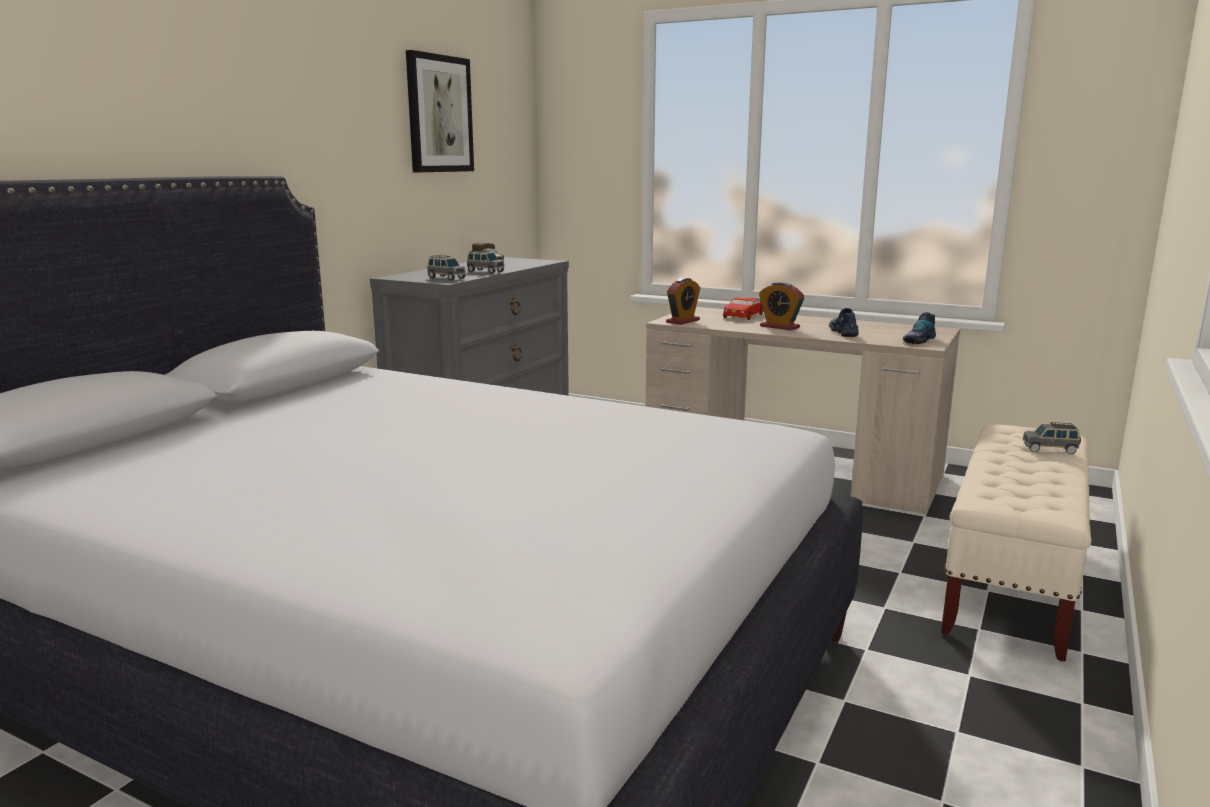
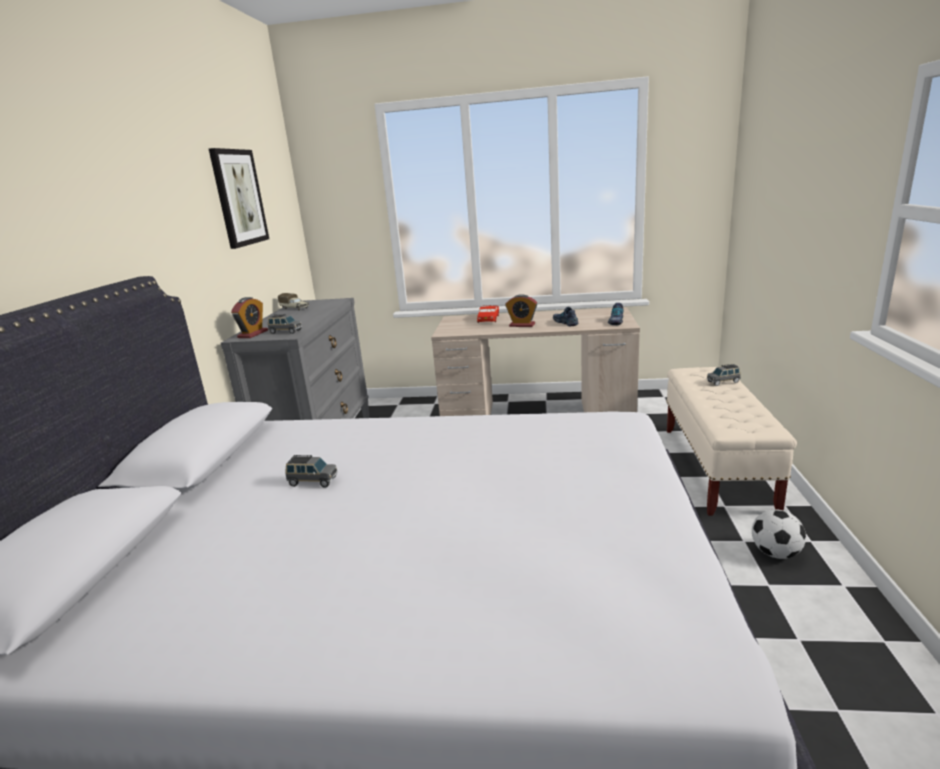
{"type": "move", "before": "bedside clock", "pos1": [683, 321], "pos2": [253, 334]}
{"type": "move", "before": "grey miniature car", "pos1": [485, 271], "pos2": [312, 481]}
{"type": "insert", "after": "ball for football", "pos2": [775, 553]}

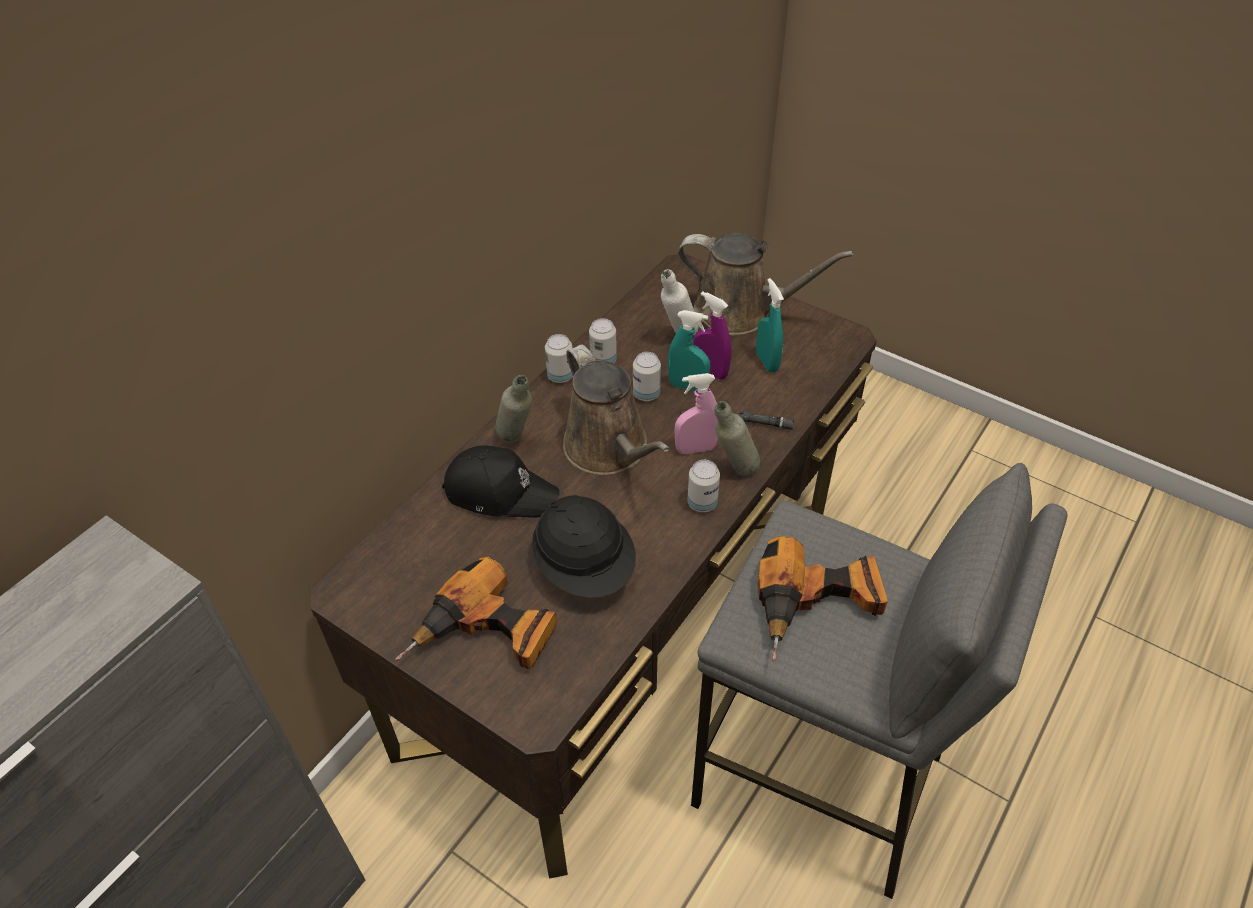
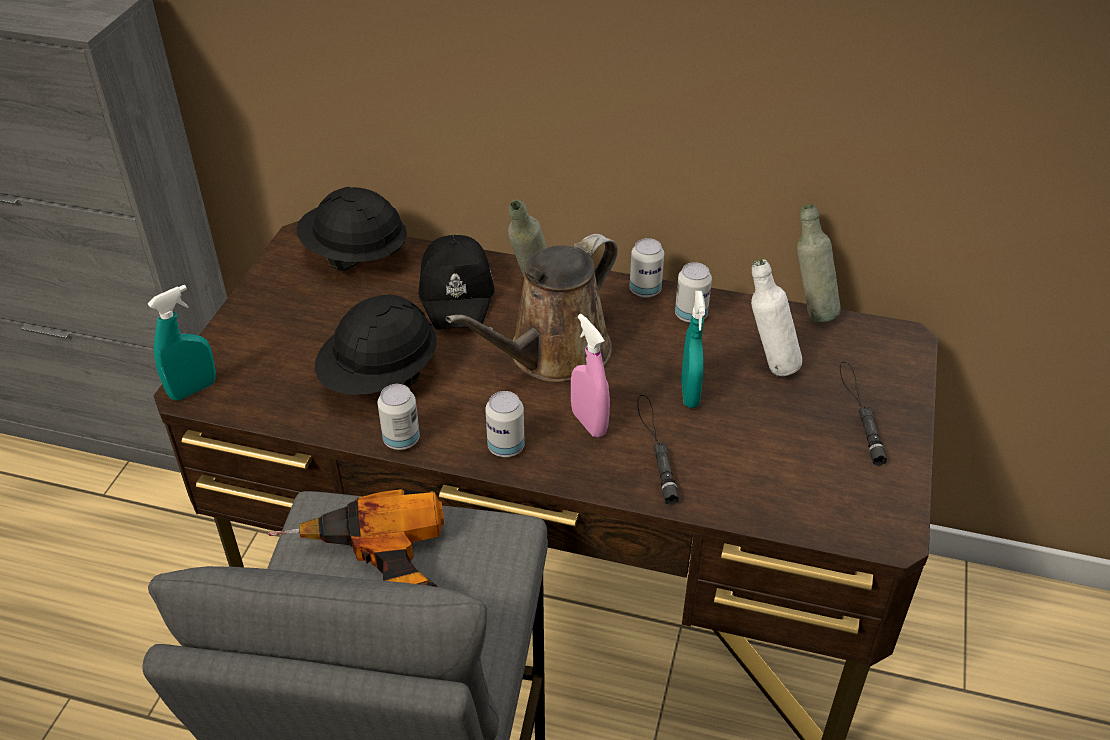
{"type": "move", "before": "turquoise hand sprayer", "pos1": [767, 362], "pos2": [193, 390]}
{"type": "insert", "after": "blackish work helmet", "pos2": [354, 256]}
{"type": "move", "before": "can", "pos1": [646, 394], "pos2": [401, 440]}
{"type": "move", "before": "grey drink bottle", "pos1": [733, 473], "pos2": [810, 312]}
{"type": "replace", "before": "brownish watering pot", "after": "blackish flashlight", "pos1": [740, 312], "pos2": [860, 412]}
{"type": "delete", "before": "power drill", "pos1": [487, 636]}
{"type": "delete", "before": "purplish hand sprayer", "pos1": [710, 371]}

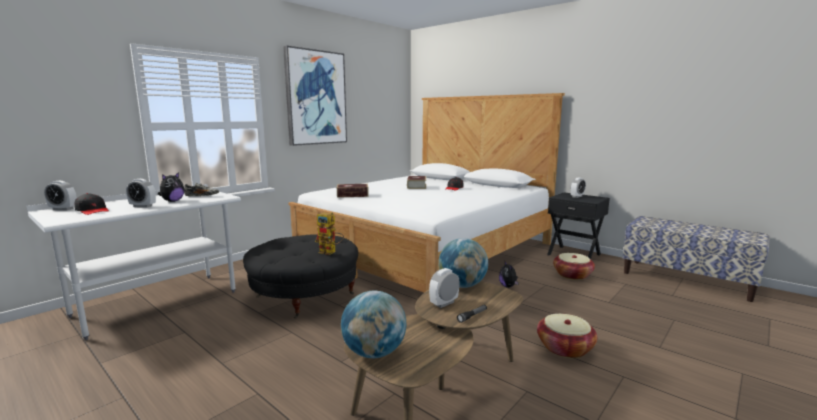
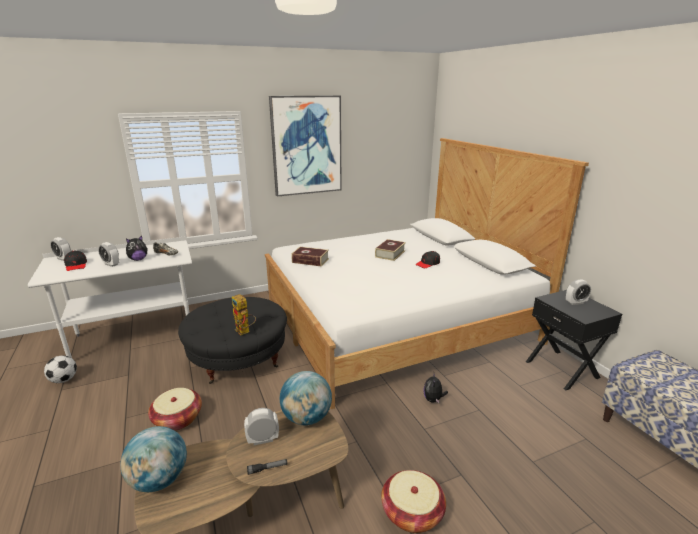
{"type": "insert", "after": "ball for football", "pos2": [64, 380]}
{"type": "move", "before": "storage basket", "pos1": [572, 275], "pos2": [178, 419]}

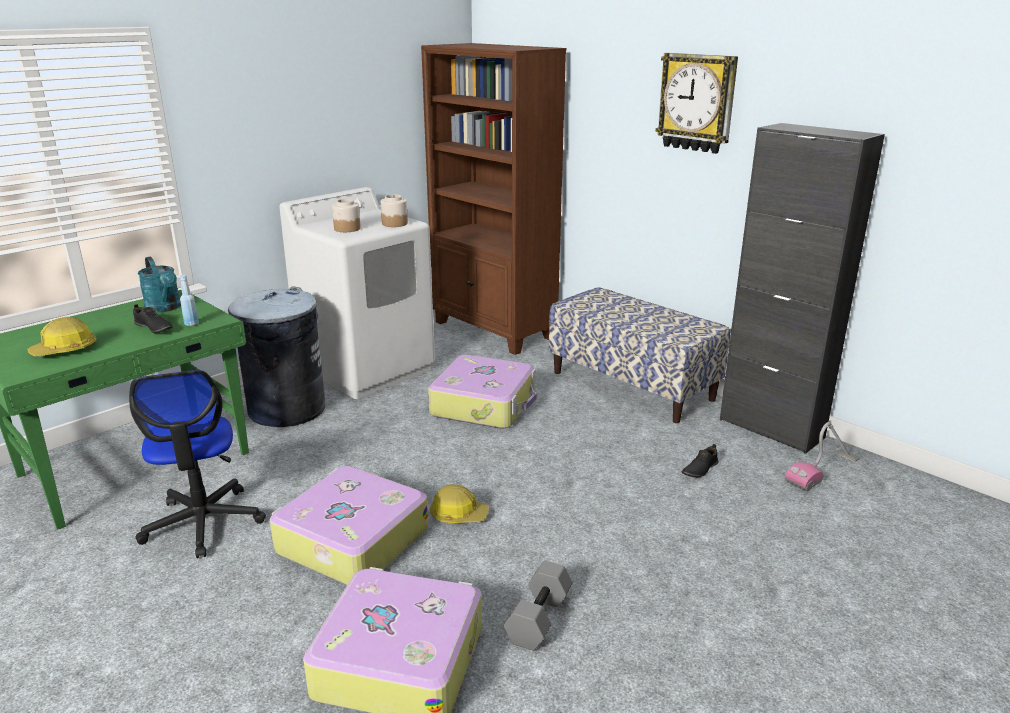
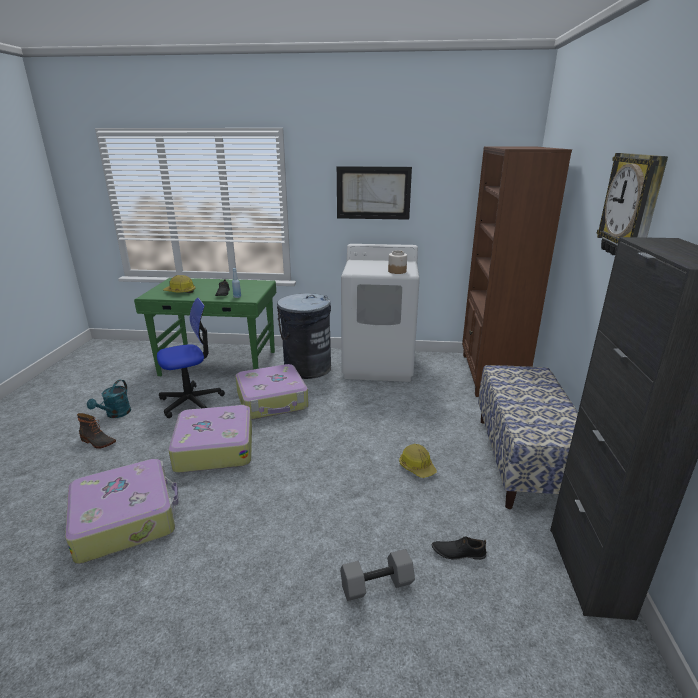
{"type": "insert", "after": "tall boot", "pos2": [97, 442]}
{"type": "move", "before": "turquoise watering pot", "pos1": [165, 308], "pos2": [115, 414]}
{"type": "rotate", "before": "office chair", "pos1": [203, 522], "pos2": [191, 402], "turn": -150}
{"type": "move", "before": "travel case", "pos1": [484, 404], "pos2": [272, 401]}
{"type": "insert", "after": "picture", "pos2": [373, 193]}
{"type": "move", "before": "grey hand weight", "pos1": [539, 619], "pos2": [376, 586]}
{"type": "move", "before": "work helmet", "pos1": [458, 514], "pos2": [417, 467]}
{"type": "delete", "before": "jar", "pos1": [347, 229]}
{"type": "delete", "before": "vacuum", "pos1": [823, 471]}

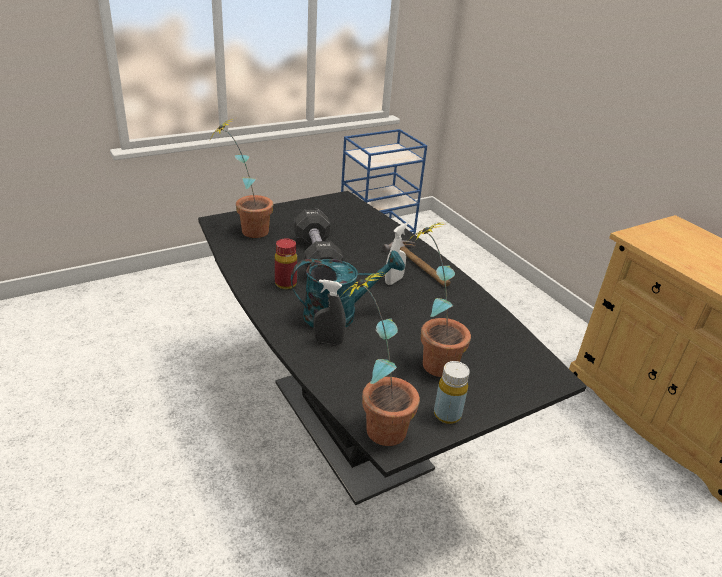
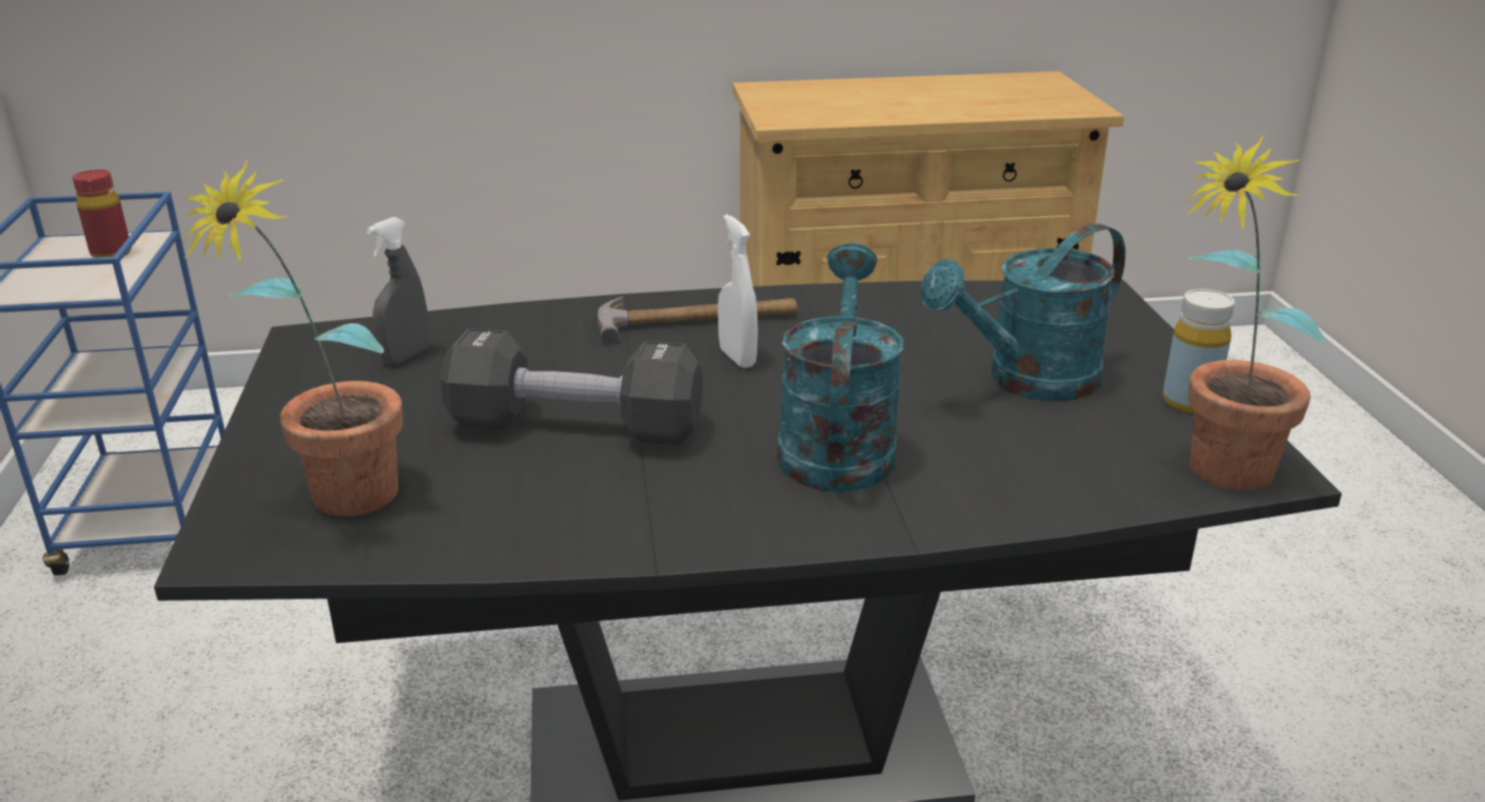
{"type": "move", "before": "red drink bottle", "pos1": [285, 284], "pos2": [111, 254]}
{"type": "move", "before": "grey hand sprayer", "pos1": [328, 341], "pos2": [406, 356]}
{"type": "replace", "before": "houseplant", "after": "turquoise watering pot", "pos1": [430, 360], "pos2": [1028, 382]}

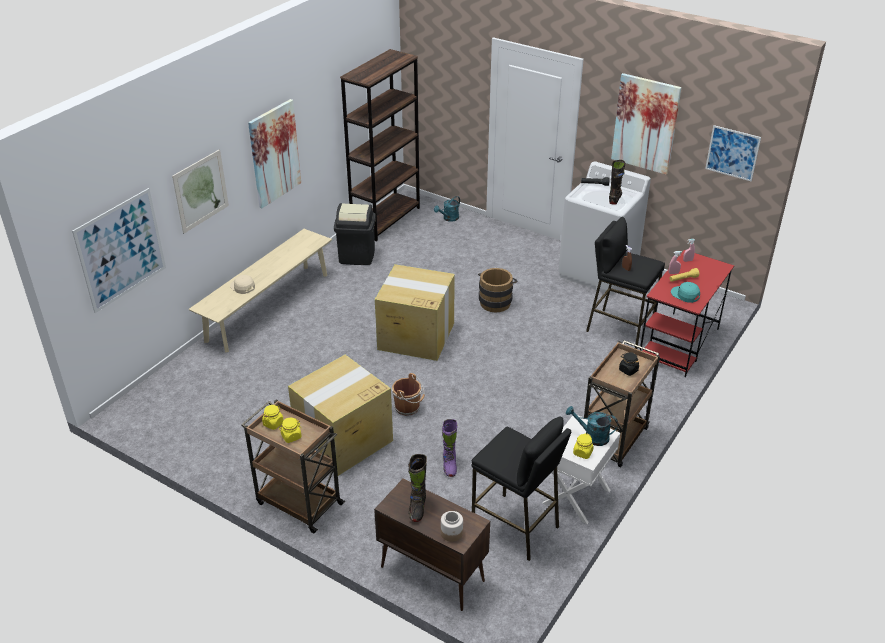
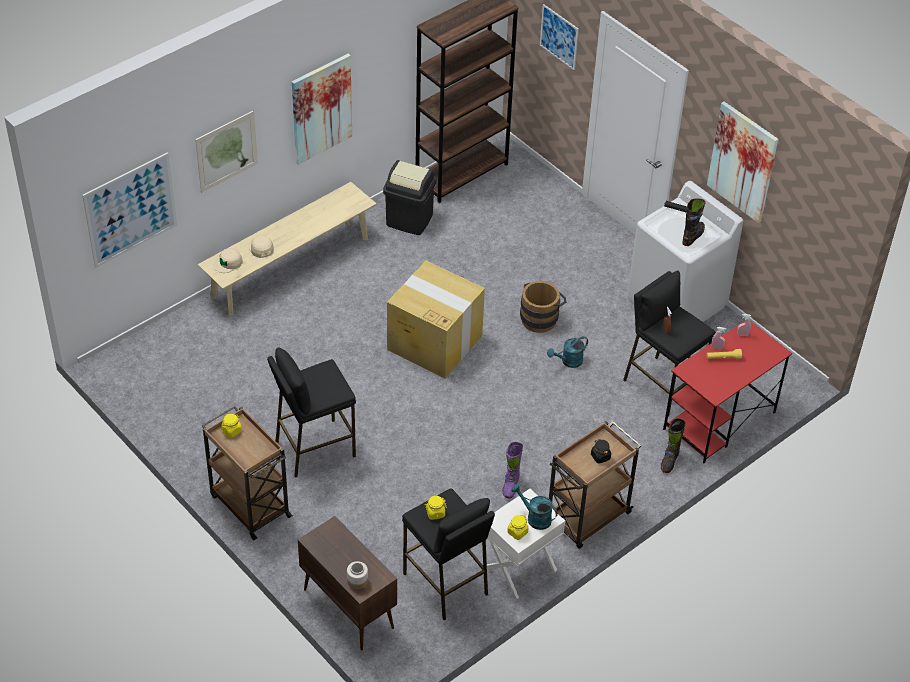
{"type": "insert", "after": "beige peaked cap", "pos2": [228, 263]}
{"type": "replace", "before": "cardboard box", "after": "blackish stool seat", "pos1": [342, 440], "pos2": [314, 448]}
{"type": "move", "before": "yellowish jar", "pos1": [291, 436], "pos2": [435, 513]}
{"type": "move", "before": "purplish tall boot", "pos1": [449, 465], "pos2": [510, 485]}
{"type": "move", "before": "picture", "pos1": [732, 153], "pos2": [559, 36]}
{"type": "move", "before": "turquoise watering pot", "pos1": [449, 218], "pos2": [568, 362]}
{"type": "move", "before": "blackish tall boot", "pos1": [417, 507], "pos2": [669, 461]}
{"type": "delete", "before": "brownish bucket", "pos1": [408, 407]}
{"type": "delete", "before": "turquoise peaked cap", "pos1": [685, 295]}

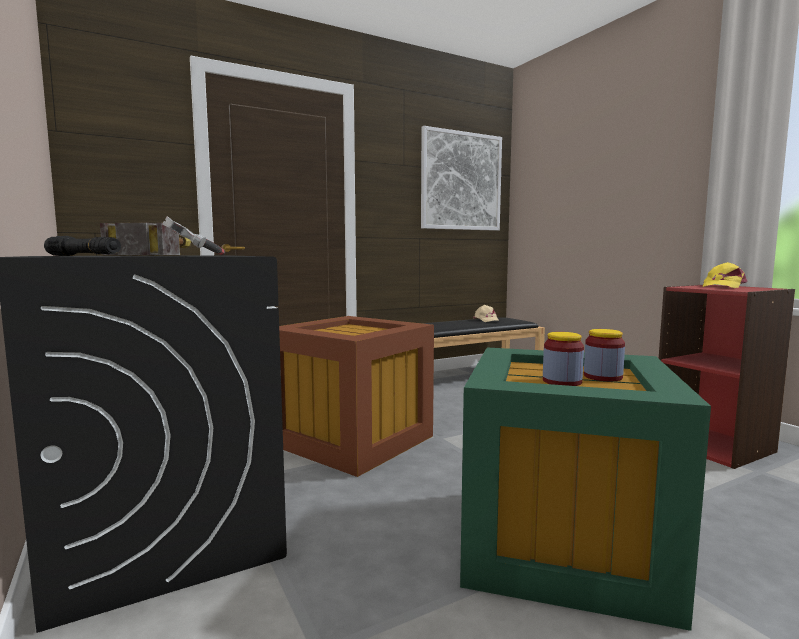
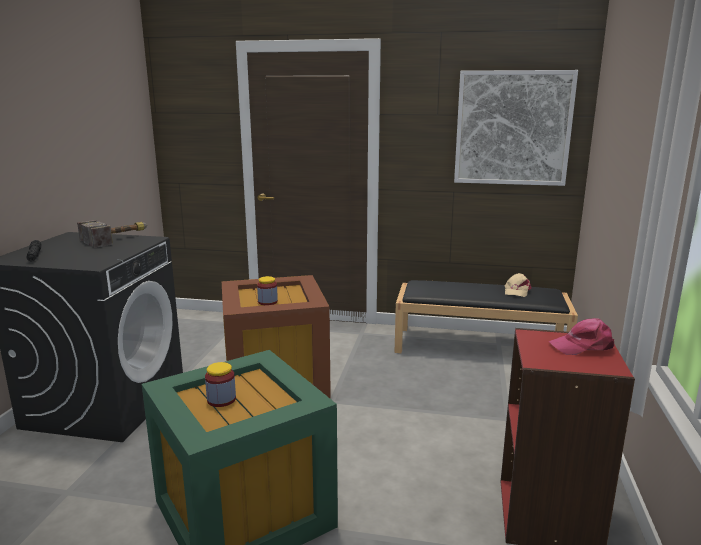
{"type": "move", "before": "jar", "pos1": [602, 377], "pos2": [267, 302]}
{"type": "recolor", "before": "yellowish peaked cap", "after": "pink peaked cap", "pos1": [722, 286], "pos2": [583, 346]}
{"type": "delete", "before": "hammer", "pos1": [200, 255]}

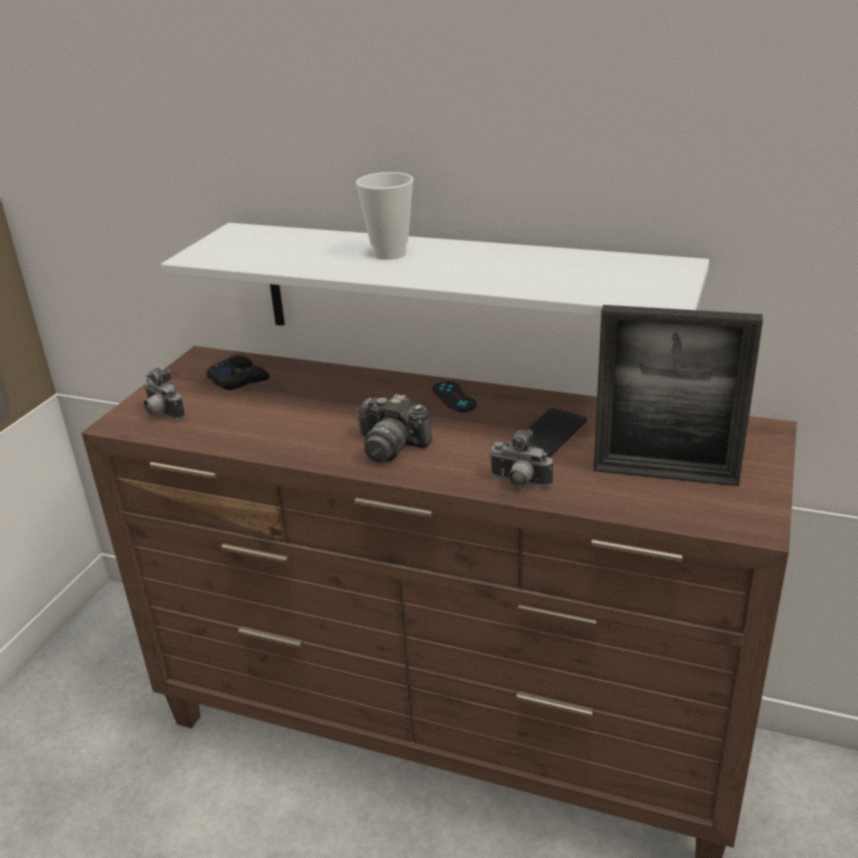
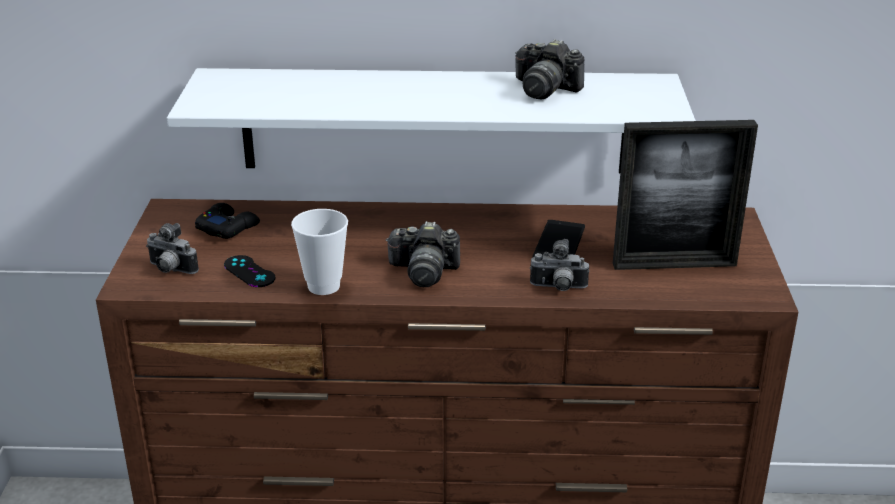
{"type": "move", "before": "blackish game controller", "pos1": [454, 397], "pos2": [249, 272]}
{"type": "move", "before": "cup", "pos1": [390, 254], "pos2": [323, 286]}
{"type": "insert", "after": "photo camera", "pos2": [545, 89]}

